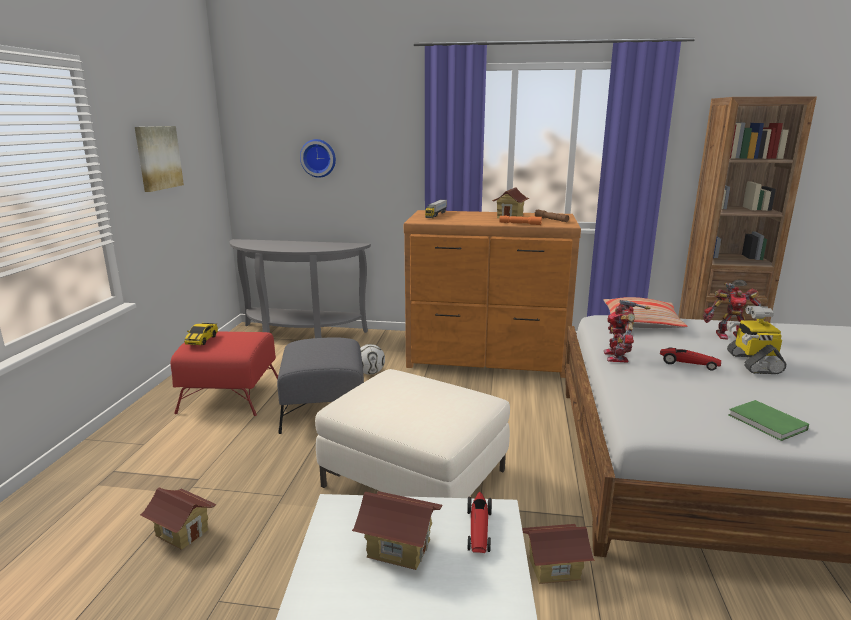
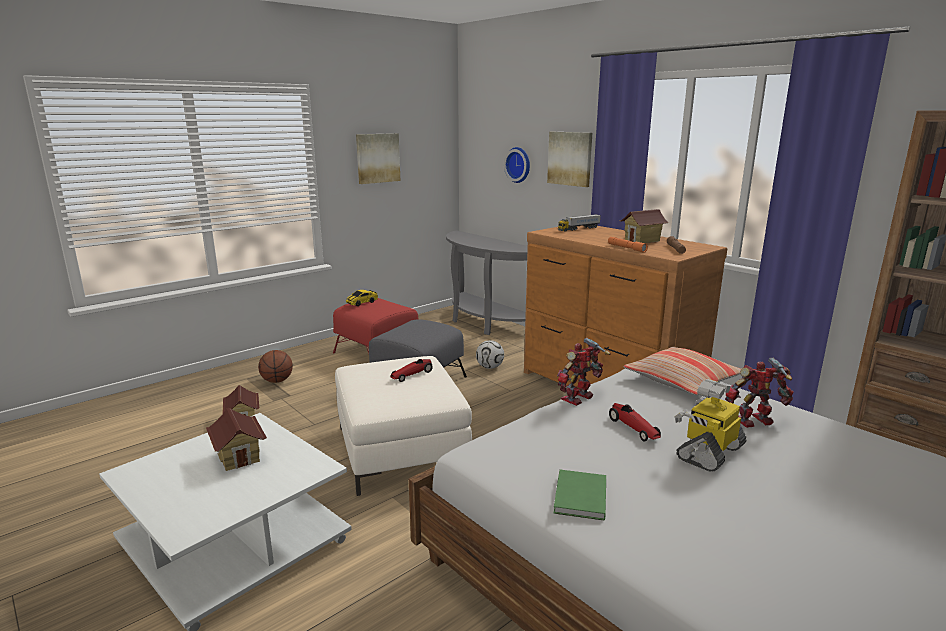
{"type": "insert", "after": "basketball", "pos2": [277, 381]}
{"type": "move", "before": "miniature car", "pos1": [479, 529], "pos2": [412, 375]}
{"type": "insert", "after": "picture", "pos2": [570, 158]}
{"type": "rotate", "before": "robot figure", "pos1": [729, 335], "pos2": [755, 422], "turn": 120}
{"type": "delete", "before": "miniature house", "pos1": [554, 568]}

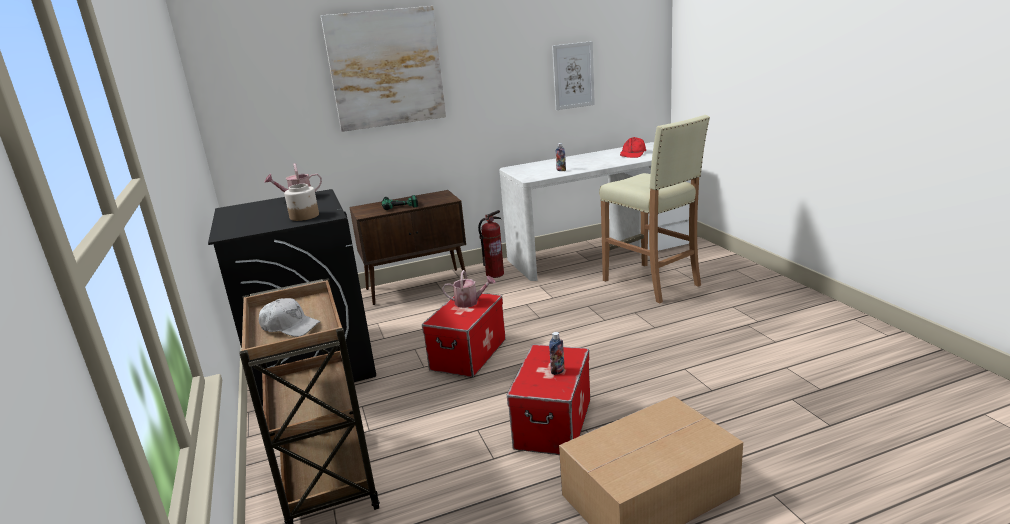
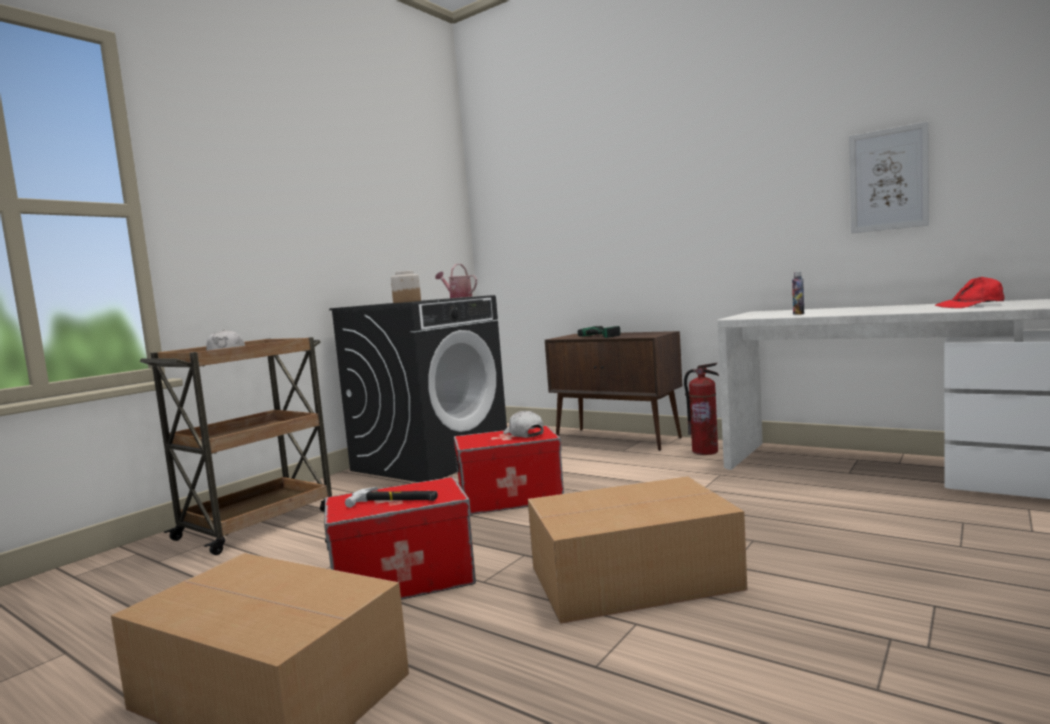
{"type": "replace", "before": "drink bottle", "after": "hammer", "pos1": [557, 371], "pos2": [394, 501]}
{"type": "replace", "before": "watering pot", "after": "whitish peaked cap", "pos1": [470, 302], "pos2": [523, 434]}
{"type": "insert", "after": "cardboard box", "pos2": [636, 578]}
{"type": "delete", "before": "picture", "pos1": [386, 68]}
{"type": "delete", "before": "beige stool seat", "pos1": [651, 283]}

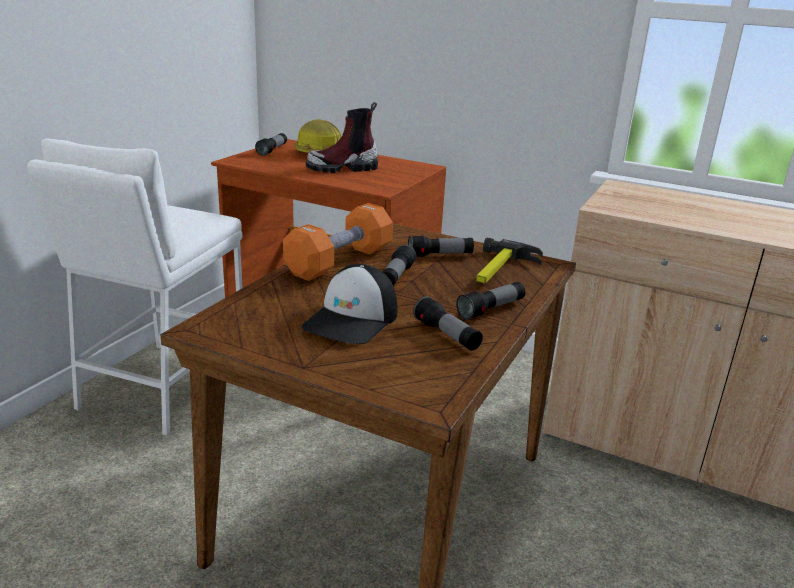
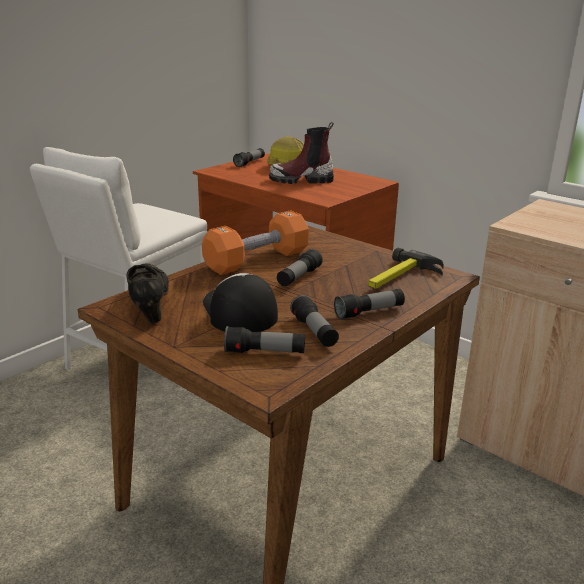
{"type": "insert", "after": "blackish item of footwear", "pos2": [149, 306]}
{"type": "rotate", "before": "peaked cap", "pos1": [352, 320], "pos2": [238, 311], "turn": 120}
{"type": "move", "before": "flashlight", "pos1": [440, 255], "pos2": [265, 352]}

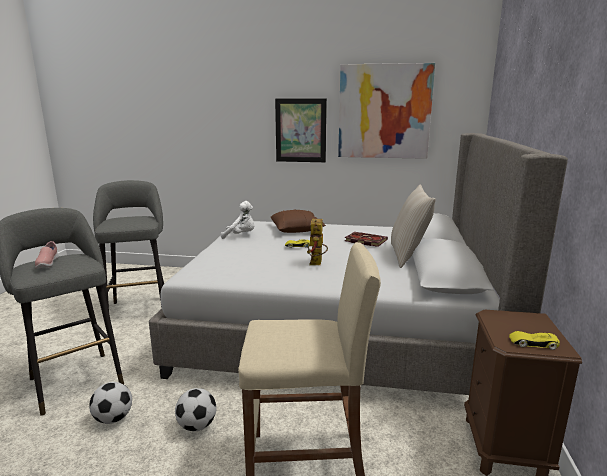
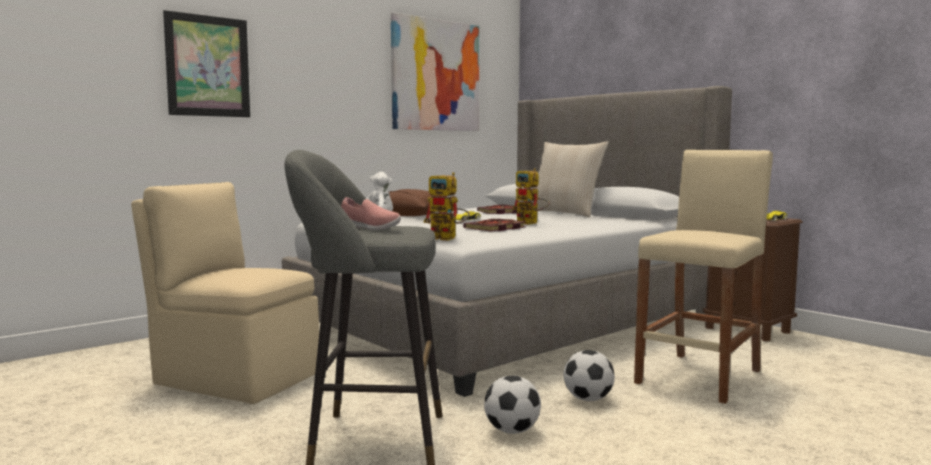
{"type": "replace", "before": "grey stool seat", "after": "beige chair", "pos1": [139, 308], "pos2": [235, 378]}
{"type": "move", "before": "picture", "pos1": [300, 130], "pos2": [208, 66]}
{"type": "insert", "after": "robot figure", "pos2": [448, 238]}
{"type": "insert", "after": "book", "pos2": [495, 228]}

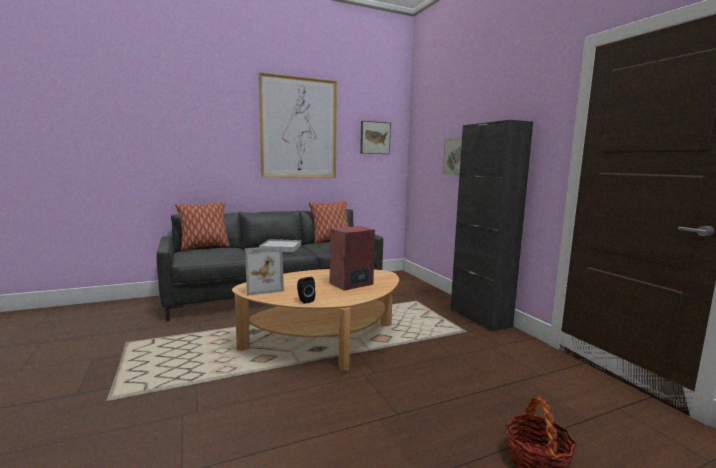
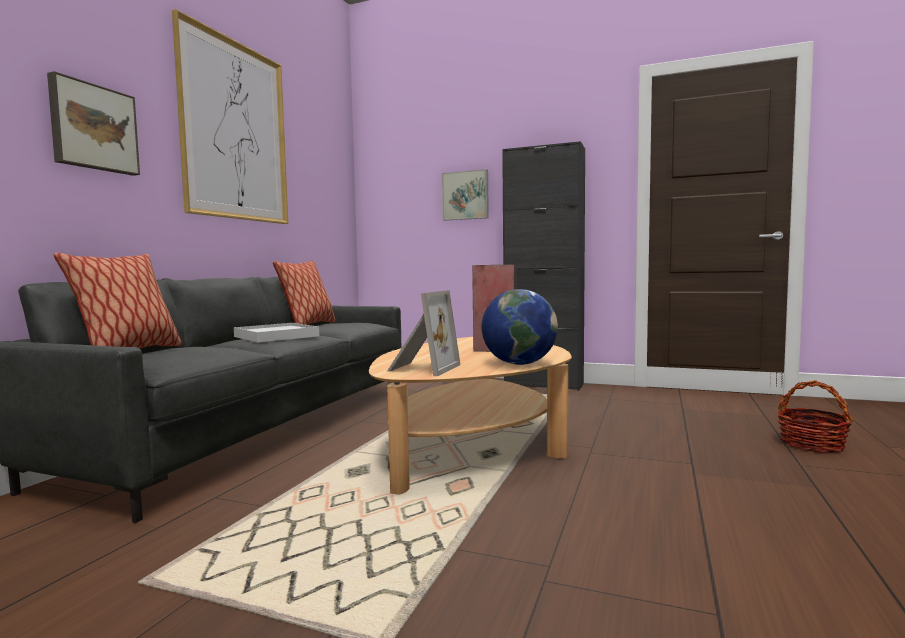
{"type": "move", "before": "picture", "pos1": [374, 138], "pos2": [93, 128]}
{"type": "replace", "before": "blackish audio speaker", "after": "desk globe", "pos1": [305, 300], "pos2": [519, 364]}

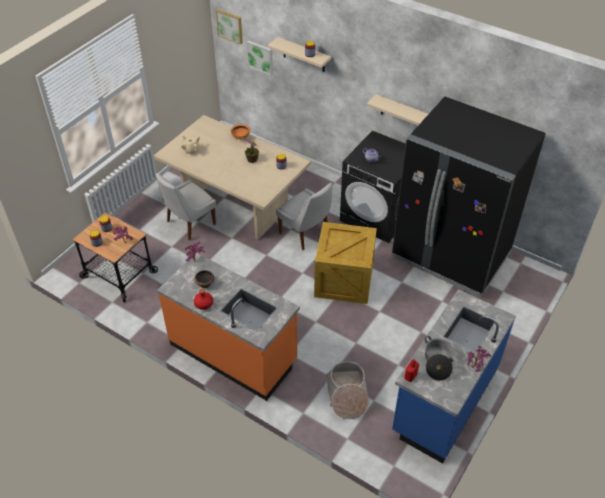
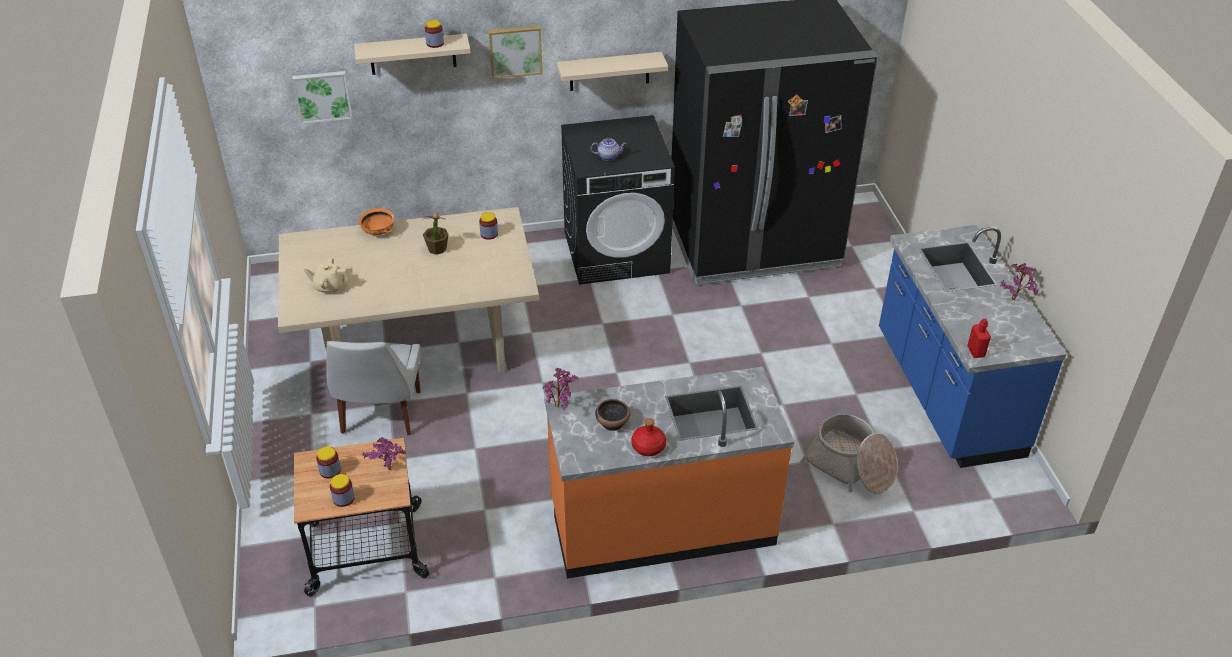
{"type": "move", "before": "picture", "pos1": [230, 26], "pos2": [515, 51]}
{"type": "delete", "before": "whitish chair", "pos1": [305, 233]}
{"type": "delete", "before": "shipping crate", "pos1": [343, 281]}
{"type": "delete", "before": "saucepot", "pos1": [437, 363]}

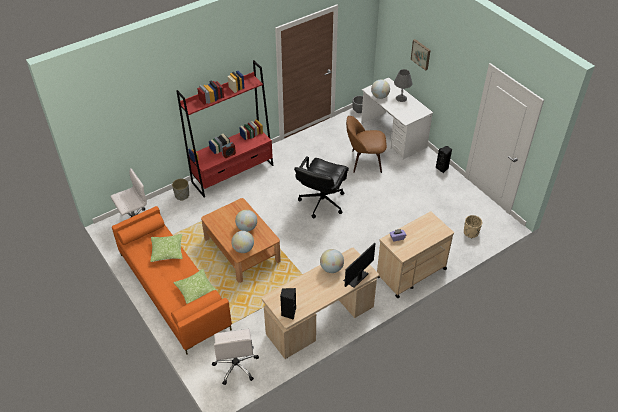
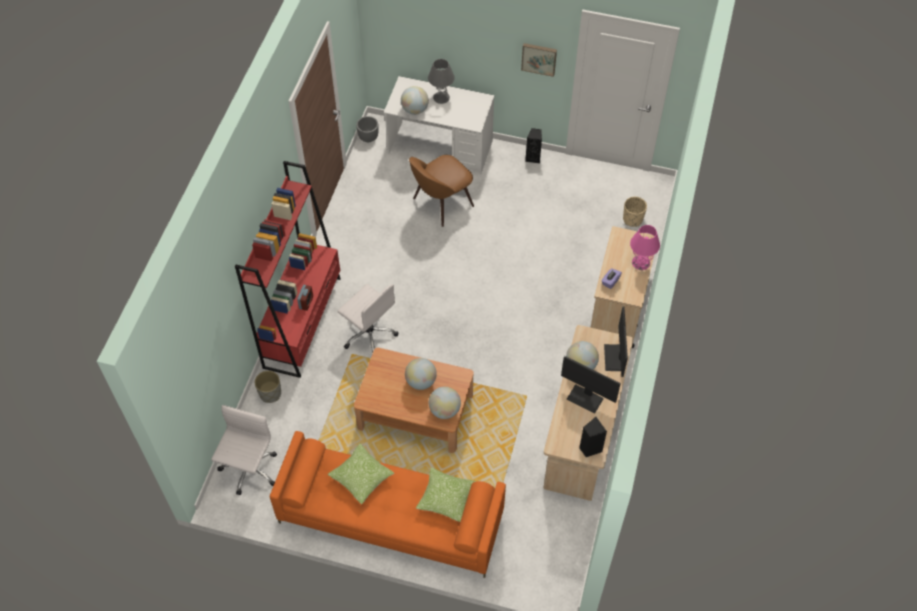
{"type": "move", "before": "whitish office chair", "pos1": [236, 366], "pos2": [369, 333]}
{"type": "move", "before": "picture", "pos1": [421, 54], "pos2": [539, 58]}
{"type": "insert", "after": "computer screen", "pos2": [585, 398]}
{"type": "insert", "after": "pink tabletop lamp", "pos2": [640, 262]}
{"type": "delete", "before": "blackish office chair", "pos1": [321, 202]}

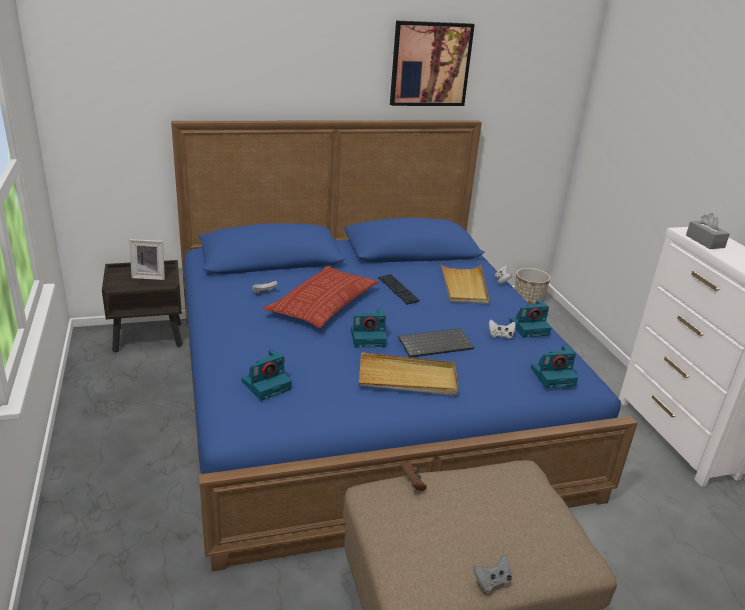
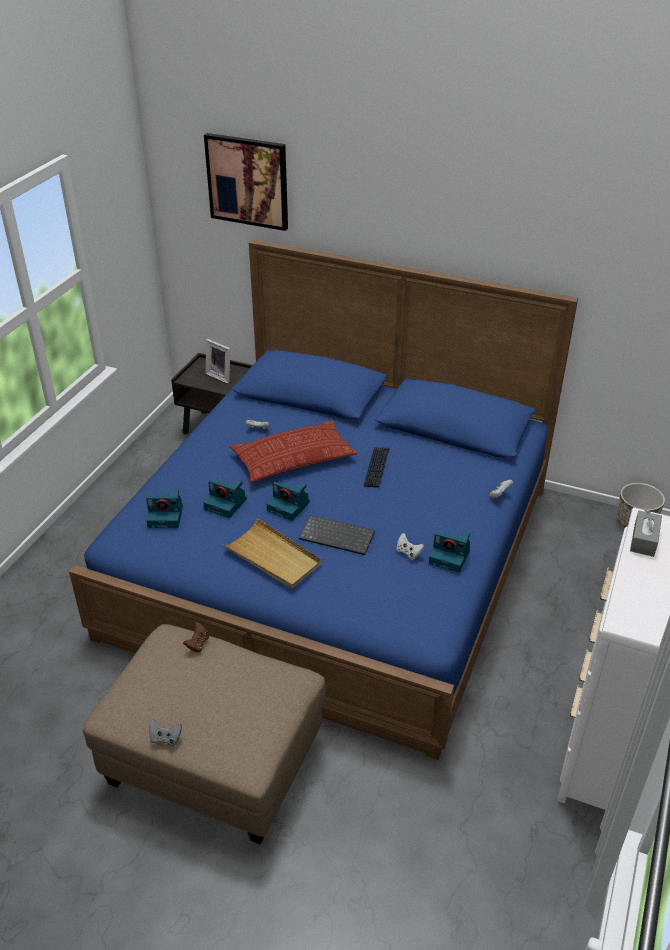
{"type": "move", "before": "photo camera", "pos1": [553, 376], "pos2": [226, 504]}
{"type": "move", "before": "picture", "pos1": [430, 64], "pos2": [248, 181]}
{"type": "delete", "before": "beige serving tray", "pos1": [464, 286]}

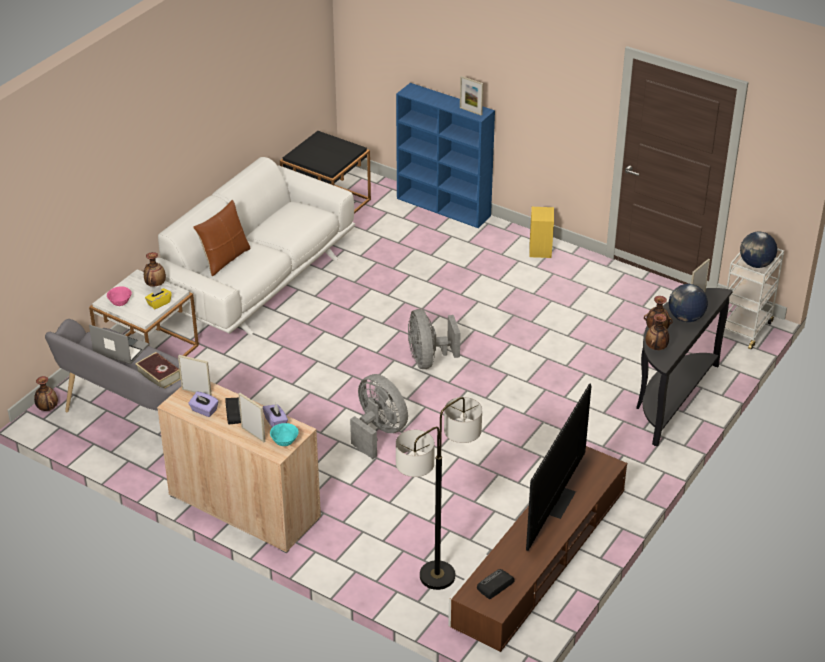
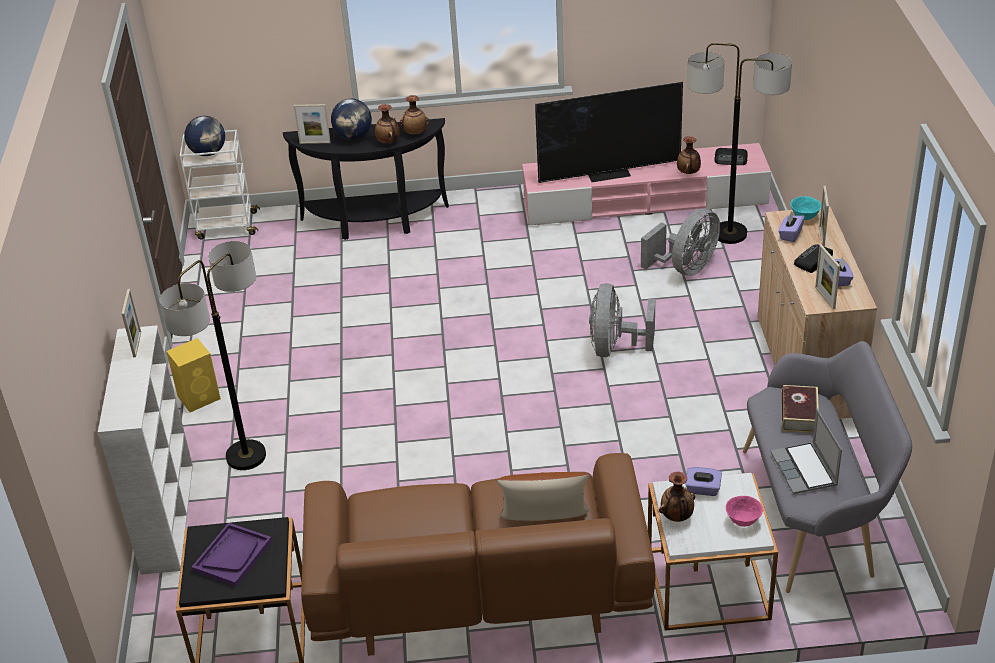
{"type": "recolor", "before": "blue bookshelf", "after": "whitish bookshelf", "pos1": [444, 207], "pos2": [167, 516]}
{"type": "insert", "after": "standard lamp", "pos2": [246, 456]}
{"type": "insert", "after": "purplish serving tray", "pos2": [232, 556]}
{"type": "recolor", "before": "whitish settee", "after": "brownish settee", "pos1": [256, 279], "pos2": [477, 587]}
{"type": "recolor", "before": "brownish media console", "after": "pink media console", "pos1": [539, 557], "pos2": [645, 201]}
{"type": "move", "before": "grey cooling fan", "pos1": [428, 360], "pos2": [686, 268]}
{"type": "move", "before": "decorative vase", "pos1": [47, 408], "pos2": [688, 173]}
{"type": "recolor", "before": "yellowish box of tissues", "after": "purplish box of tissues", "pos1": [159, 303], "pos2": [703, 489]}

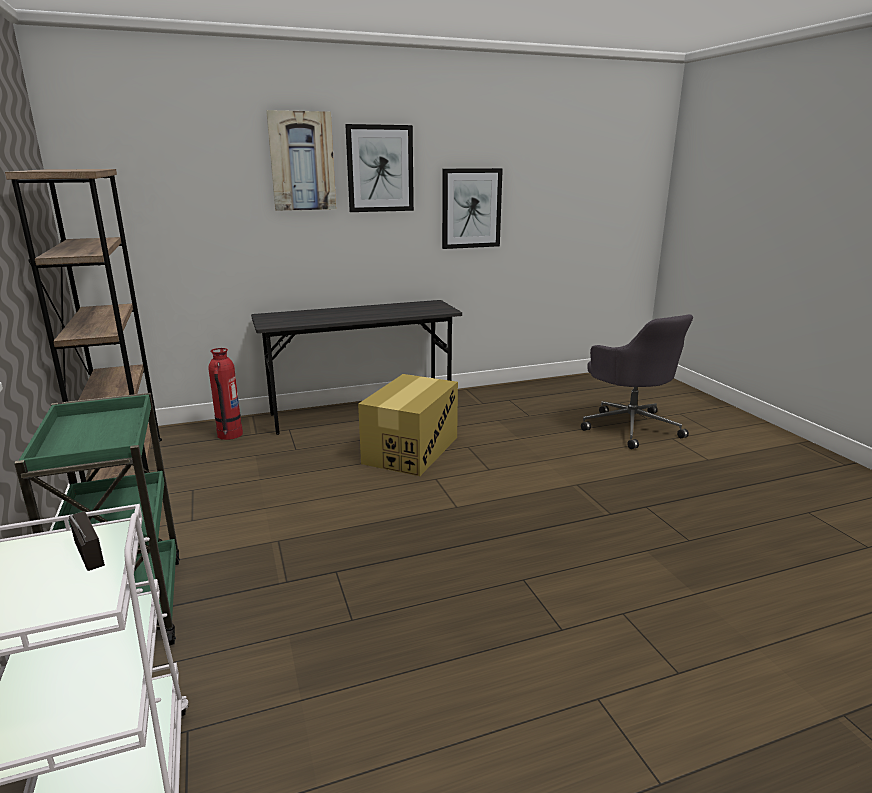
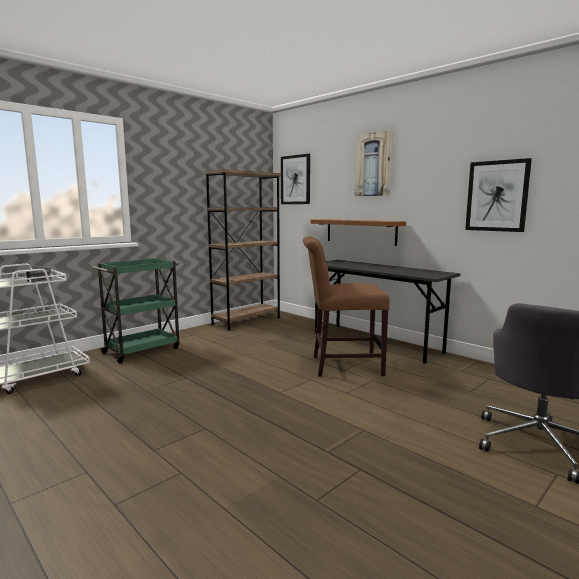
{"type": "move", "before": "picture", "pos1": [380, 169], "pos2": [295, 180]}
{"type": "replace", "before": "cardboard box", "after": "brownish chair", "pos1": [411, 450], "pos2": [342, 365]}
{"type": "insert", "after": "brownish bracket shelf", "pos2": [360, 231]}
{"type": "delete", "before": "extinguisher", "pos1": [229, 434]}

